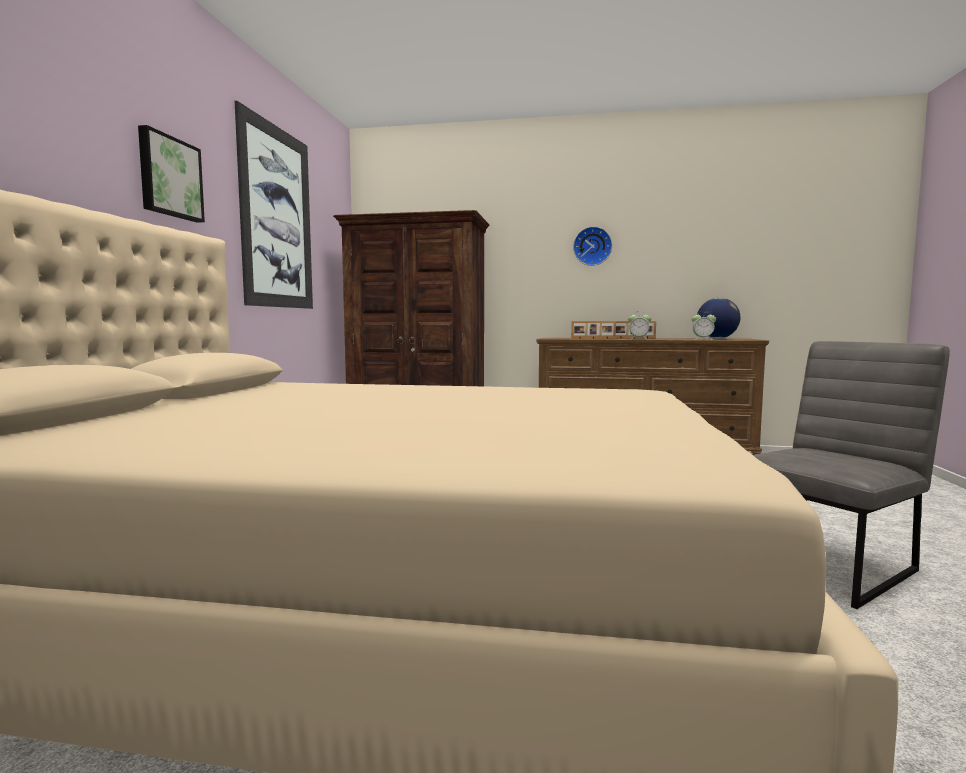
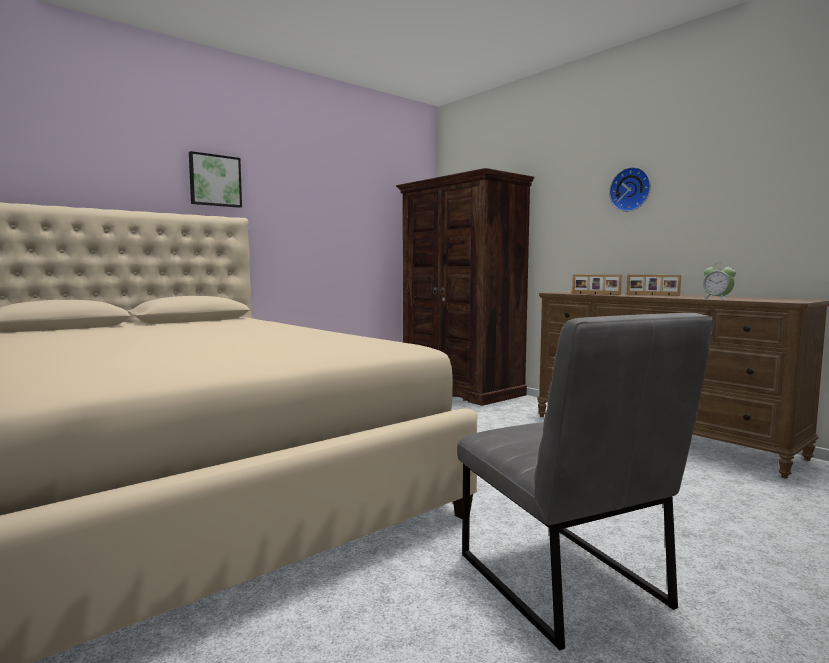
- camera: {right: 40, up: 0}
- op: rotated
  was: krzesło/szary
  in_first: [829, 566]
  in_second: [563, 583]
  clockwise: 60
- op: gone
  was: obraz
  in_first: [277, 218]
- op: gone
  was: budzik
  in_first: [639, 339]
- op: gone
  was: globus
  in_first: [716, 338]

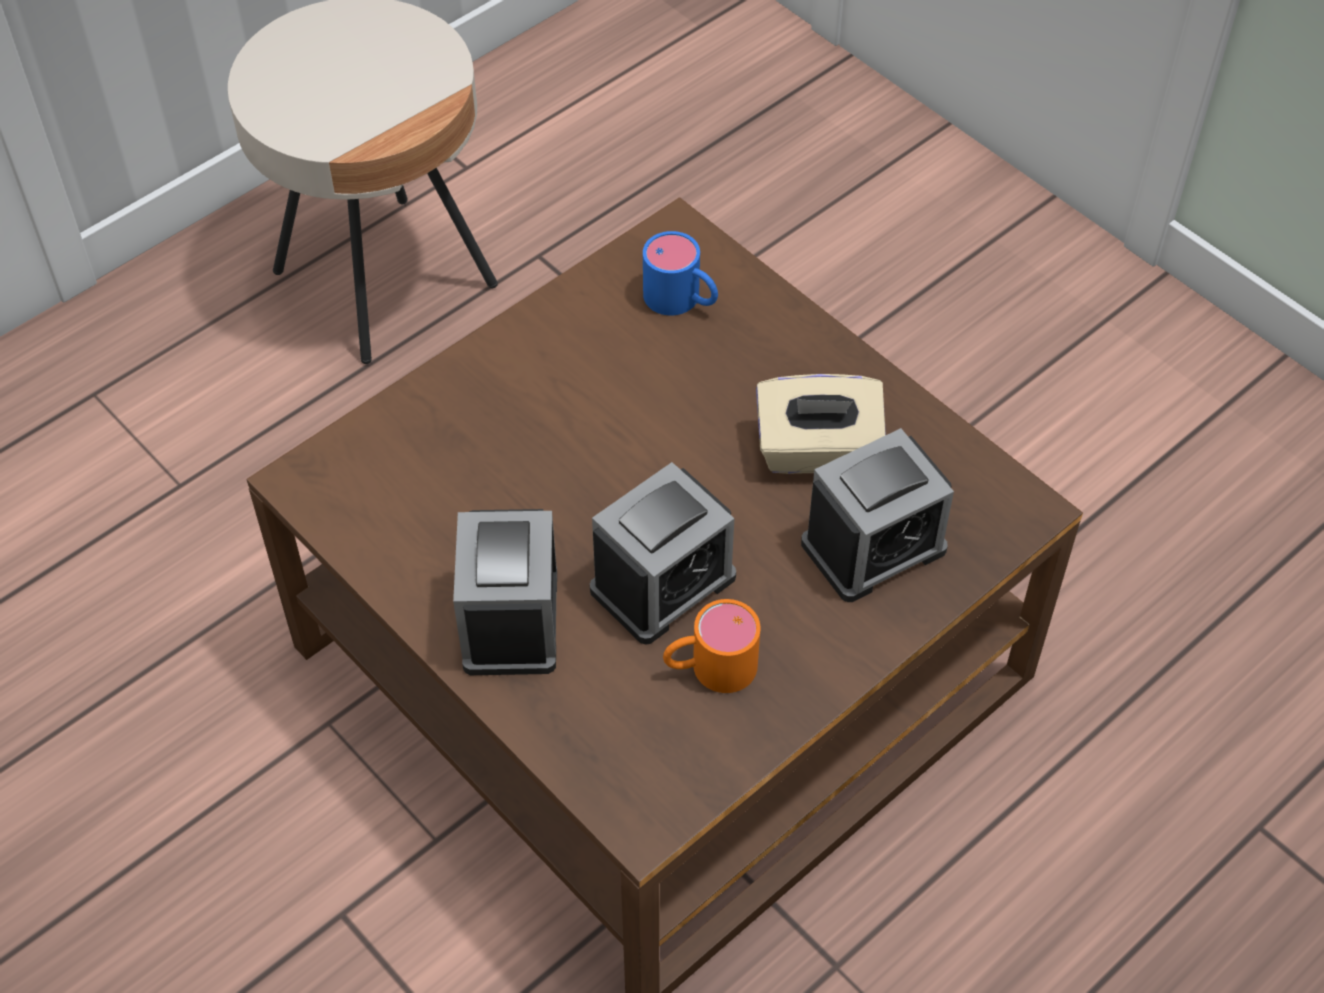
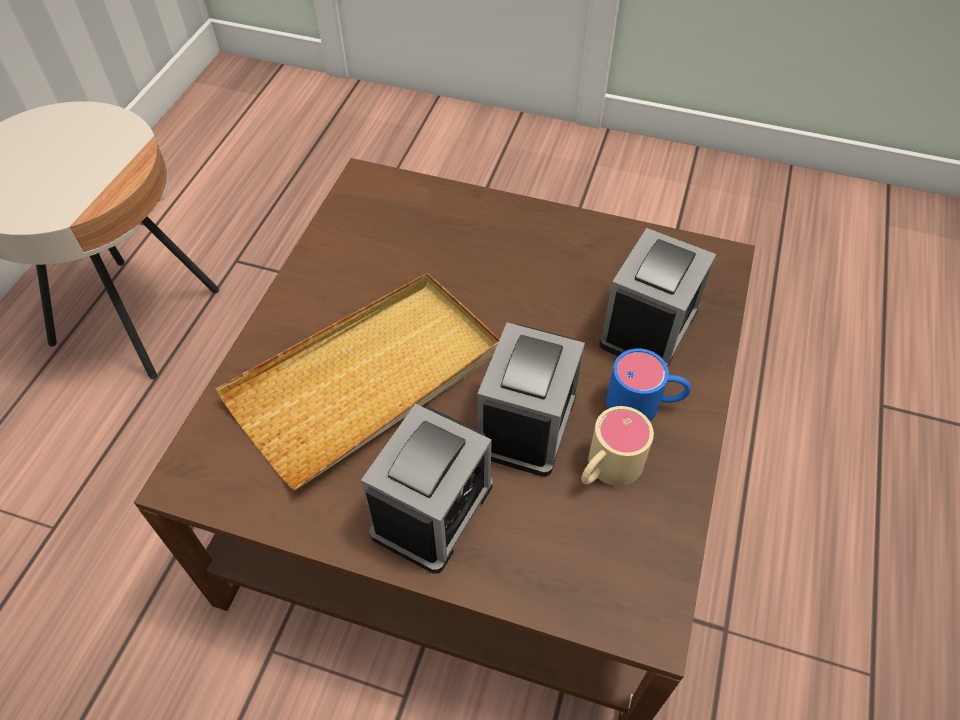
- camera: {right: -30, up: 0}
- op: new
  now: taca/beżowy
  in_second: [368, 380]
- op: rotated
  was: budzik
  in_first: [511, 620]
  in_second: [432, 509]
  clockwise: -120
- op: repainted
  was: kubek/pomarańczowy
  now: kubek/beżowy
  in_first: [709, 668]
  in_second: [606, 469]
- op: shifted
  was: kubek/niebieski
  in_first: [682, 300]
  in_second: [645, 404]
- op: gone
  was: pudełko chusteczek/beżowy
  in_first: [817, 451]

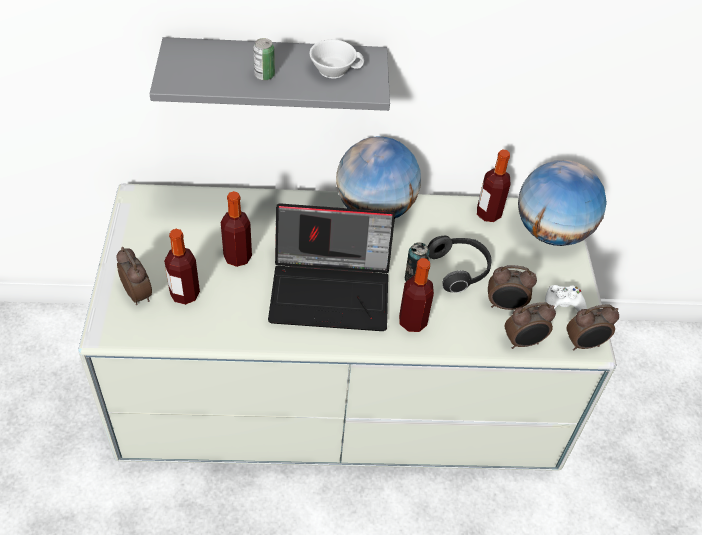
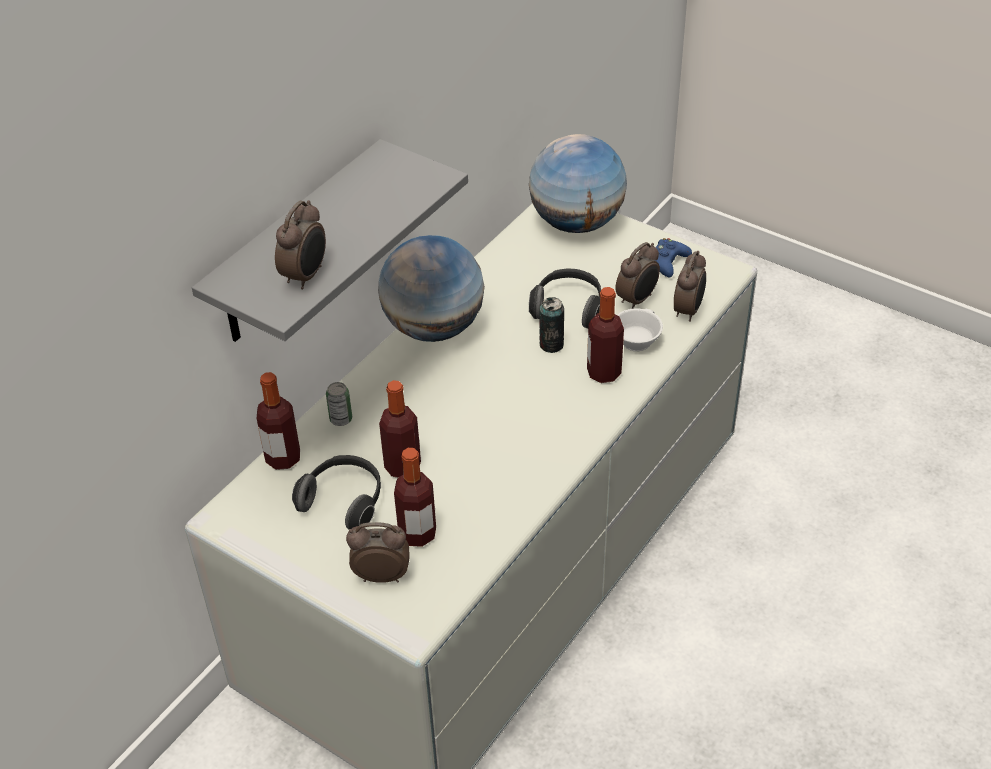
- camera: {right: -50, up: -5}
- op: shifted
  was: butelka
  in_first: [488, 214]
  in_second: [283, 458]
- op: shifted
  was: budzik
  in_first: [584, 344]
  in_second: [306, 276]
- op: new
  now: słuchawki
  in_second: [344, 501]
- op: shifted
  was: puszka
  in_first: [264, 75]
  in_second: [341, 419]
- op: shifted
  was: filiżanka/biały
  in_first: [333, 69]
  in_second: [635, 339]
- op: repainted
  was: pad do gier/biały
  now: pad do gier/niebieski
  in_first: [562, 304]
  in_second: [666, 262]
- op: gone
  was: laptop
  in_first: [332, 290]

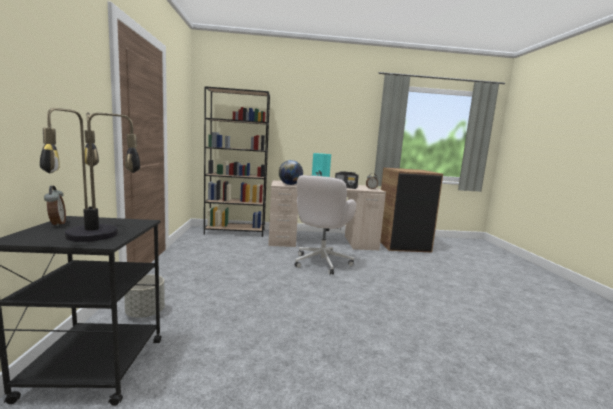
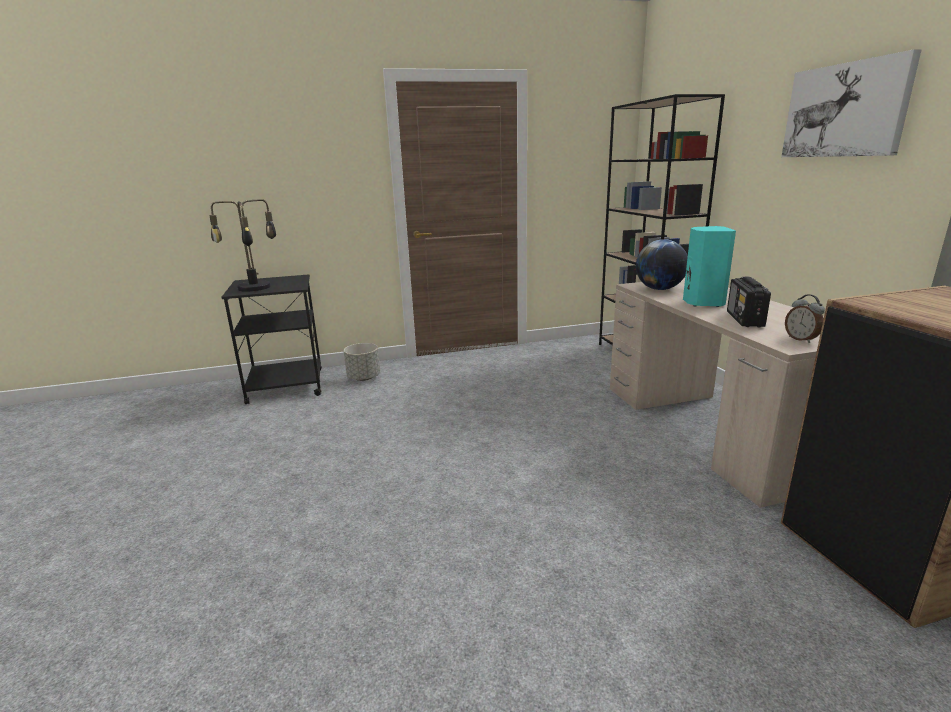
- camera: {right: 80, up: 10}
- op: new
  now: obraz
  in_second: [845, 110]
- op: gone
  was: budzik
  in_first: [56, 224]
- op: gone
  was: krzesło biurowe/biały
  in_first: [322, 263]

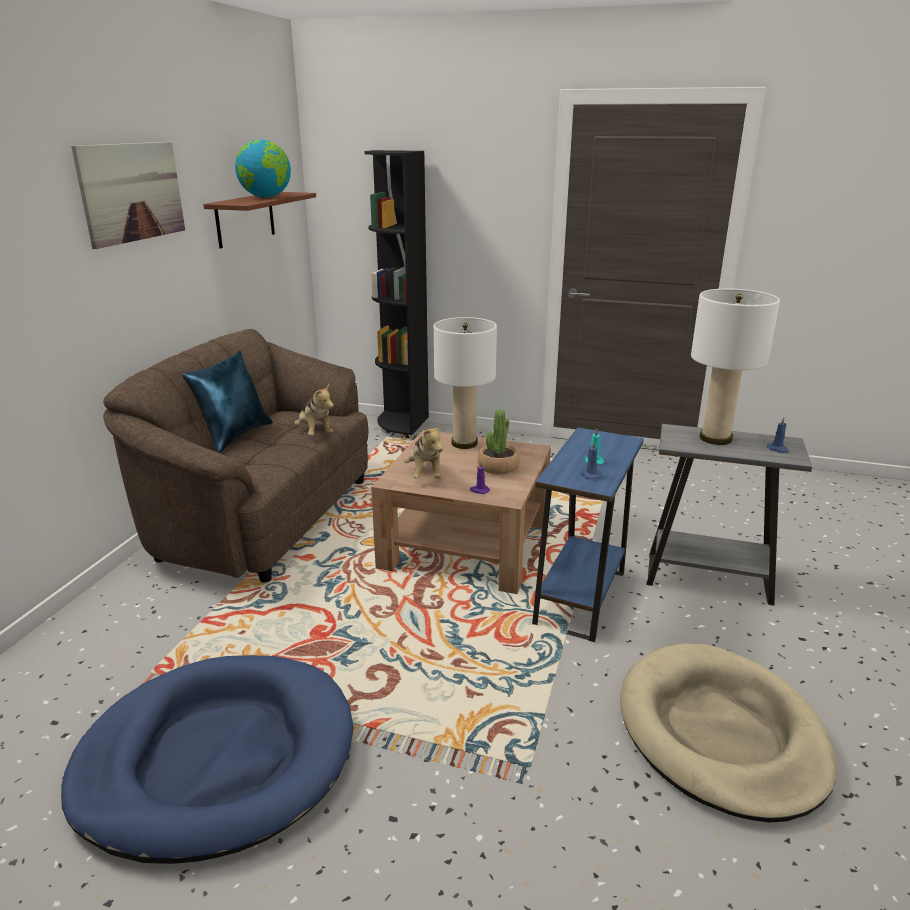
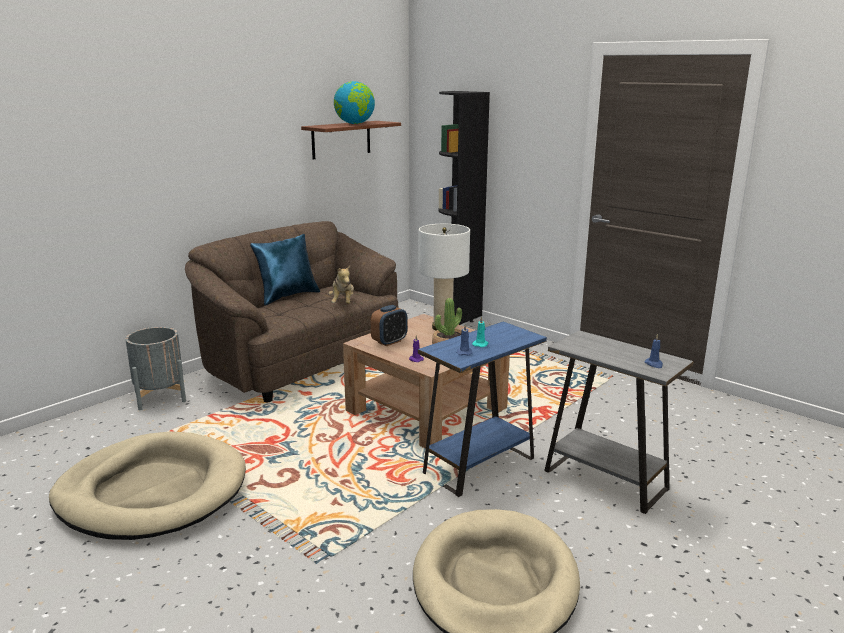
- camera: {right: 25, up: -5}
- op: repainted
  was: legowisko/niebieski
  now: legowisko/beżowy
  in_first: [217, 758]
  in_second: [152, 491]
- op: new
  now: donica/szary
  in_second: [160, 396]
- op: swapped
  was: pluszak
  now: budzik
  in_first: [425, 474]
  in_second: [389, 342]
- op: gone
  was: obraz
  in_first: [132, 192]
- op: gone
  was: lampa stołowa/biały
  in_first: [715, 438]

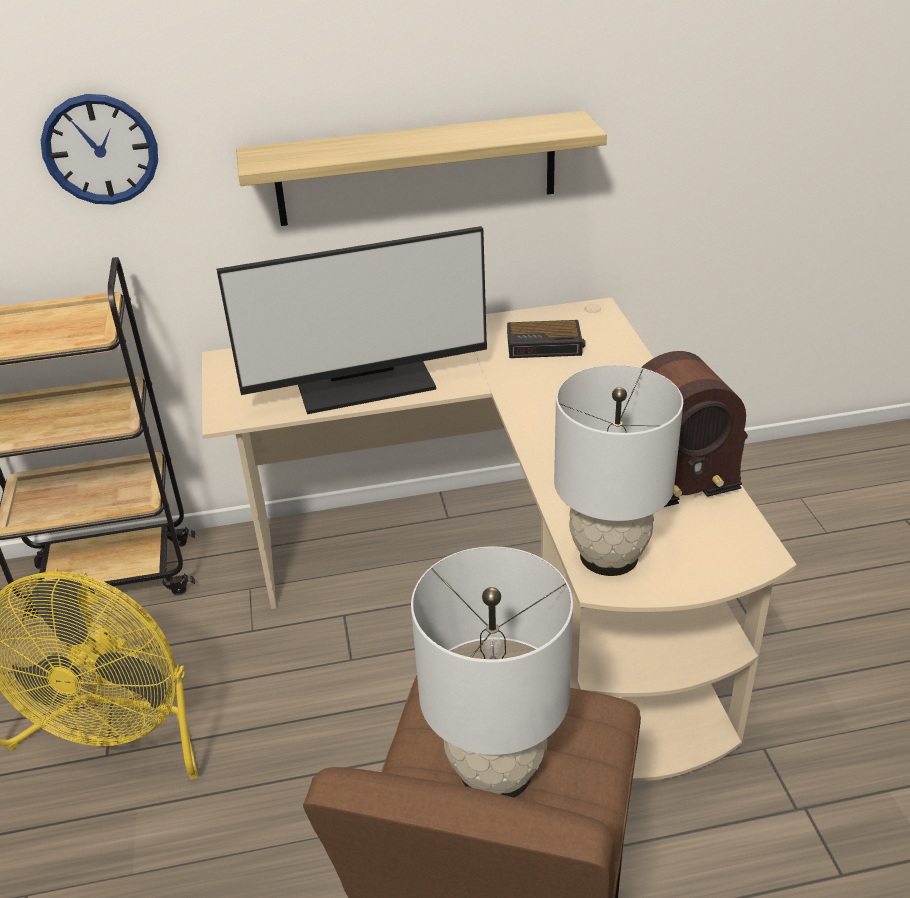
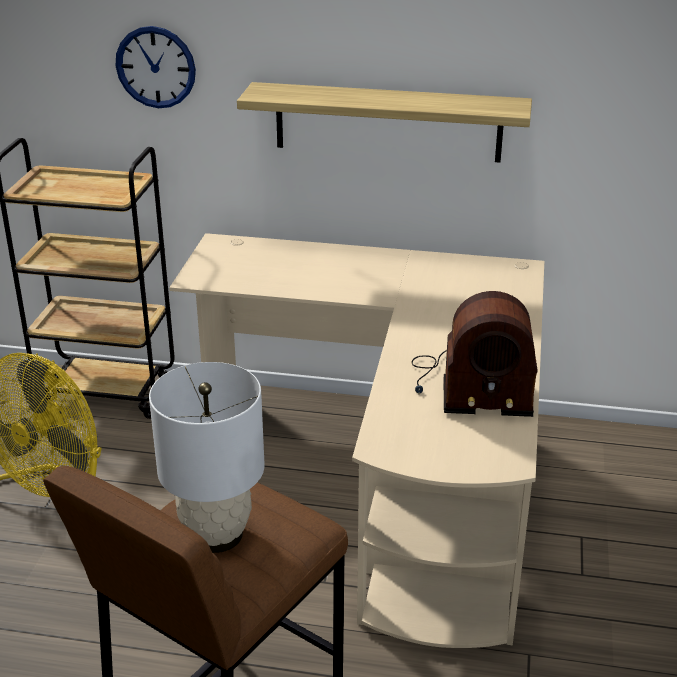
- camera: {right: 20, up: -5}
- op: gone
  was: monitor
  in_first: [365, 383]
- op: gone
  was: budzik
  in_first: [546, 345]
- op: gone
  was: lampa stołowa/biały
  in_first: [609, 556]

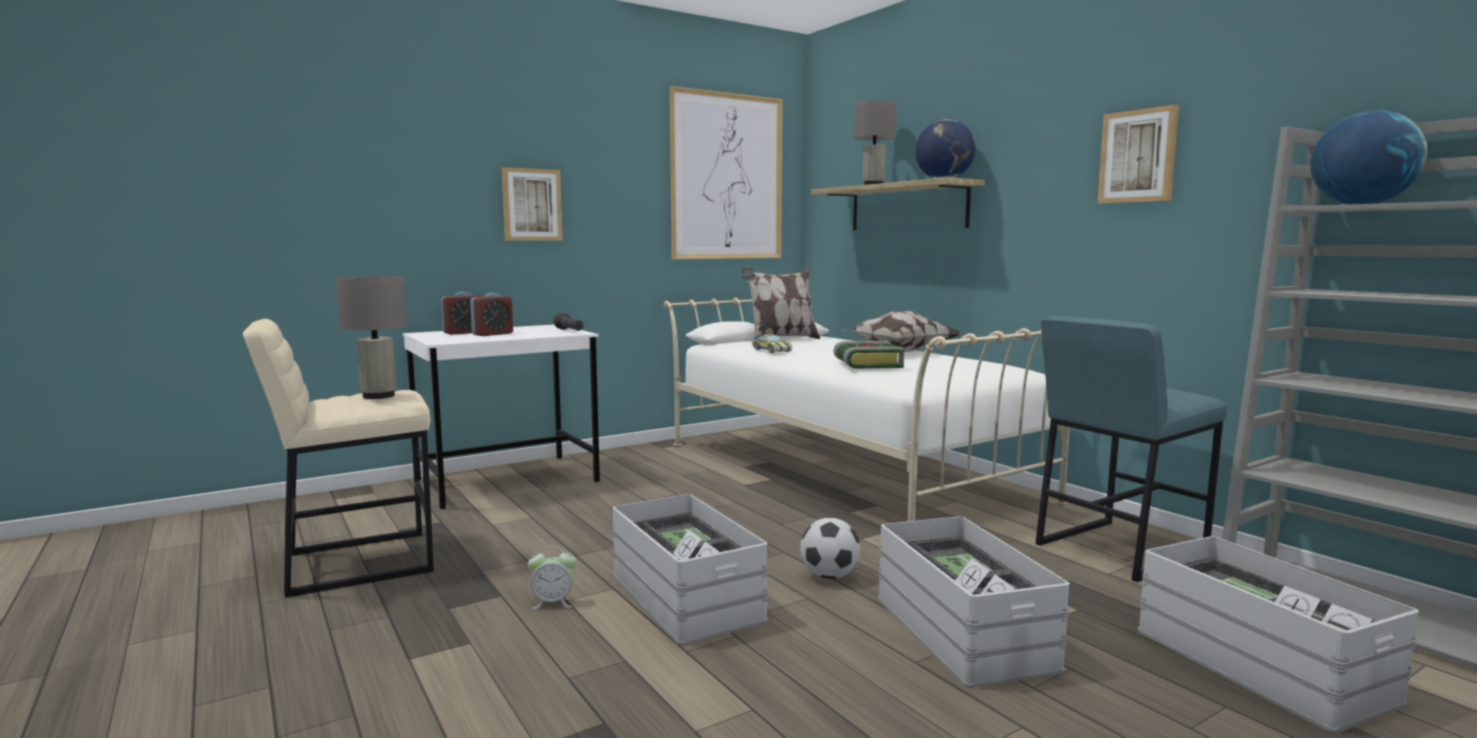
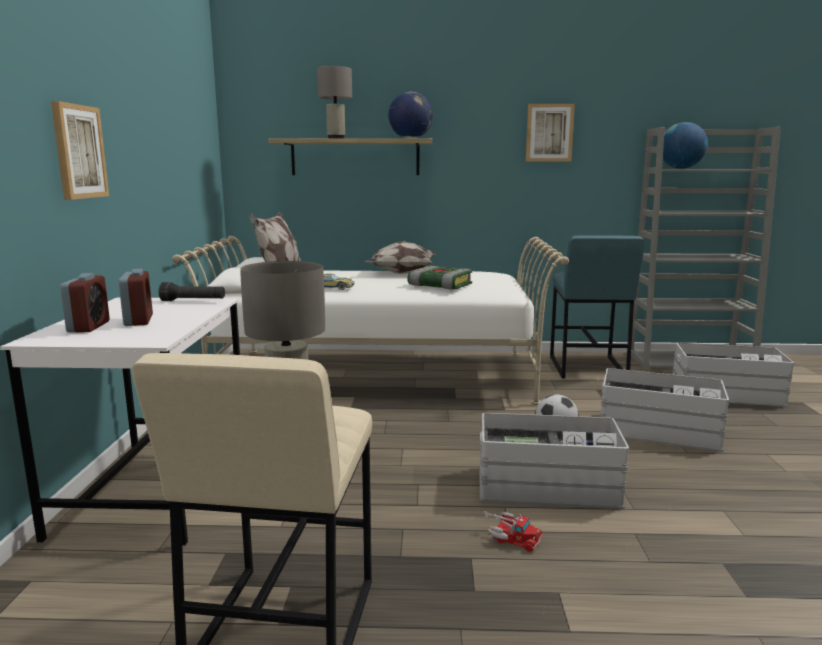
- camera: {right: -55, up: 5}
- op: swapped
  was: budzik
  now: ciężarówka zabawkowa
  in_first: [553, 603]
  in_second: [510, 537]
- op: gone
  was: obraz
  in_first: [727, 177]

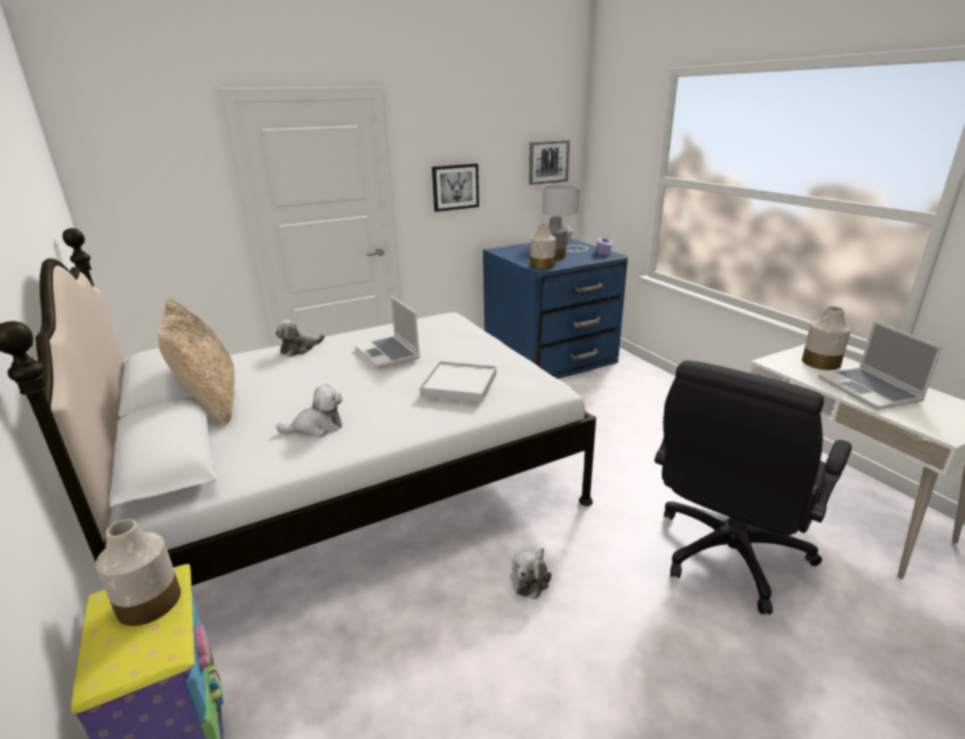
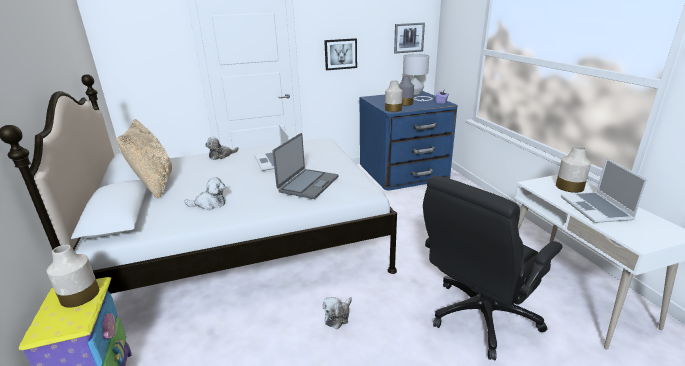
- camera: {right: 10, up: 0}
- op: swapped
  was: taca/biały
  now: laptop
  in_first: [459, 385]
  in_second: [308, 184]

